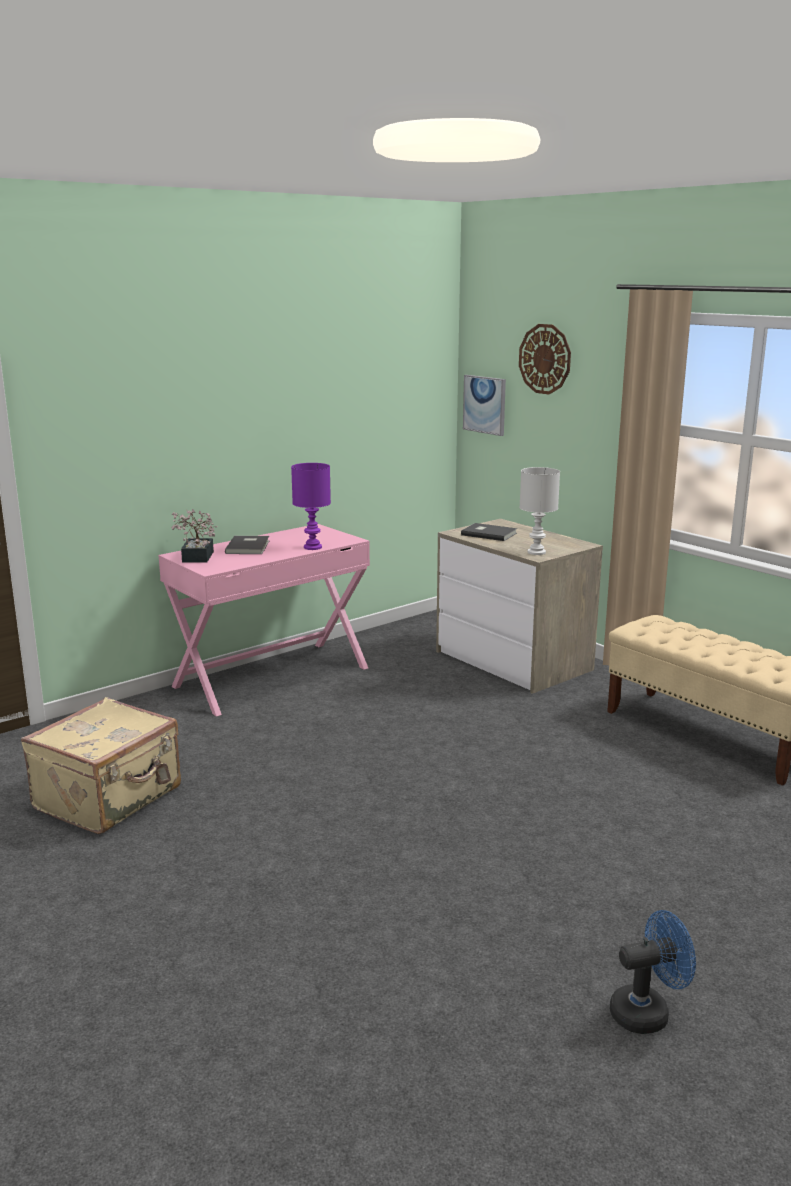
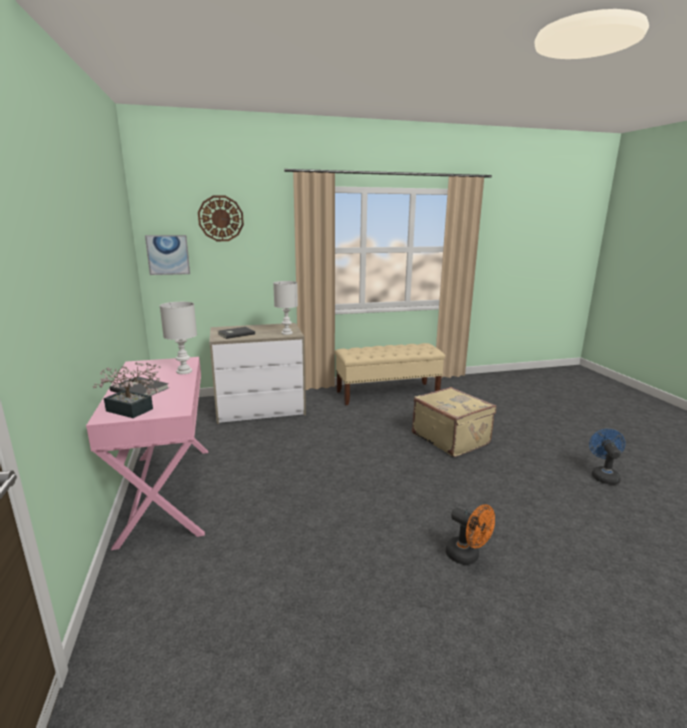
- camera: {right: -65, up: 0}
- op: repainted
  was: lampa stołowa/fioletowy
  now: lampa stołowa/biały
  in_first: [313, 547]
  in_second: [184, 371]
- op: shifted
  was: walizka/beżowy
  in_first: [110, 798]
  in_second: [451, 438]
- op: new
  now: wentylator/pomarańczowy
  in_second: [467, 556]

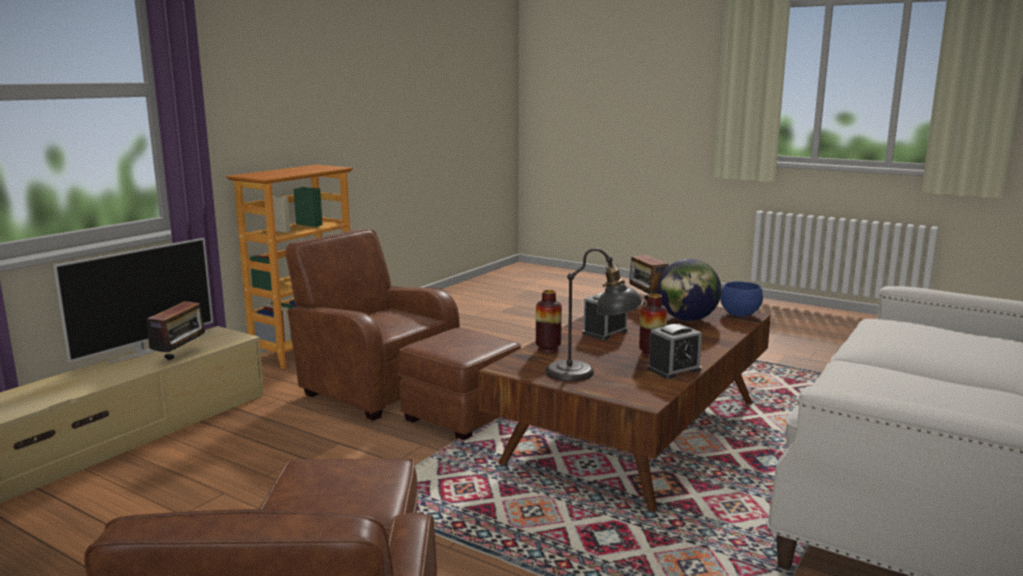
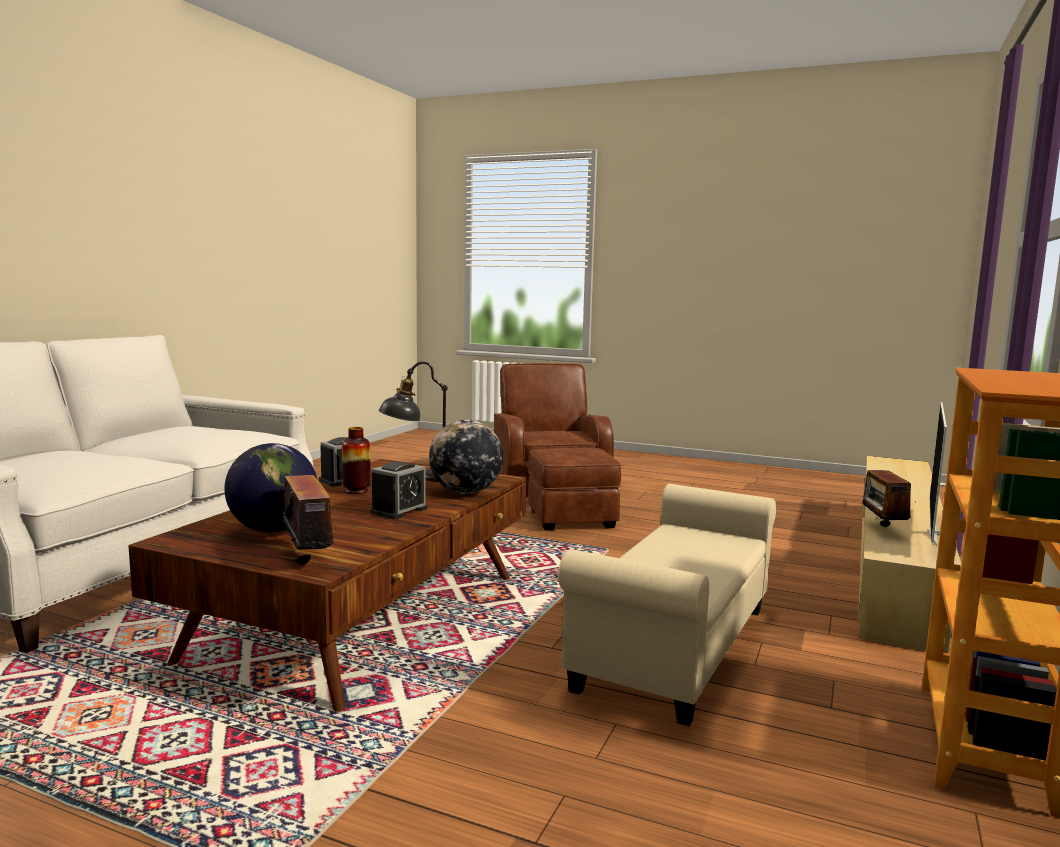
- camera: {right: 170, up: -5}
- op: swapped
  was: wazon
  now: globus
  in_first: [548, 349]
  in_second: [465, 492]
- op: swapped
  was: fotel/brązowy
  now: pufa/beżowy
  in_first: [402, 396]
  in_second: [675, 647]
- op: gone
  was: miska/niebieski
  in_first: [738, 314]

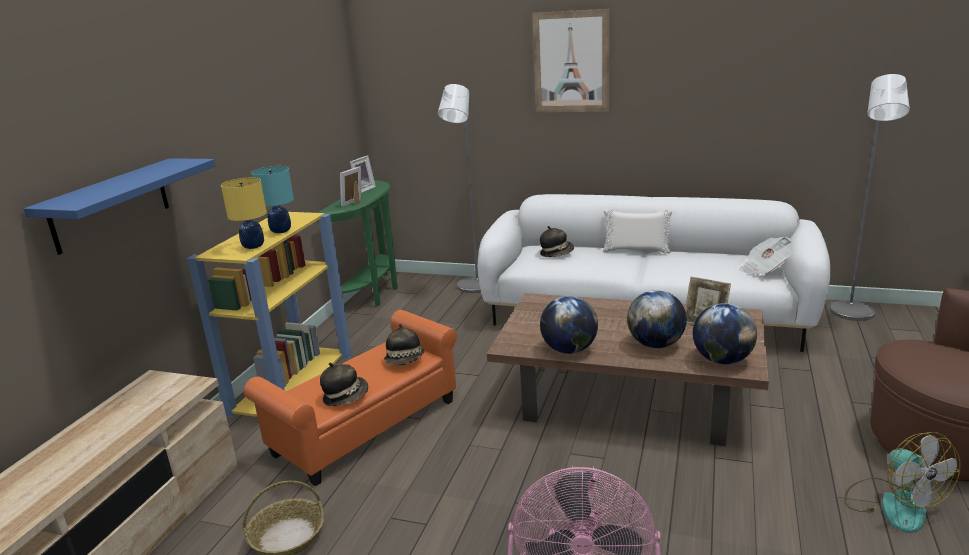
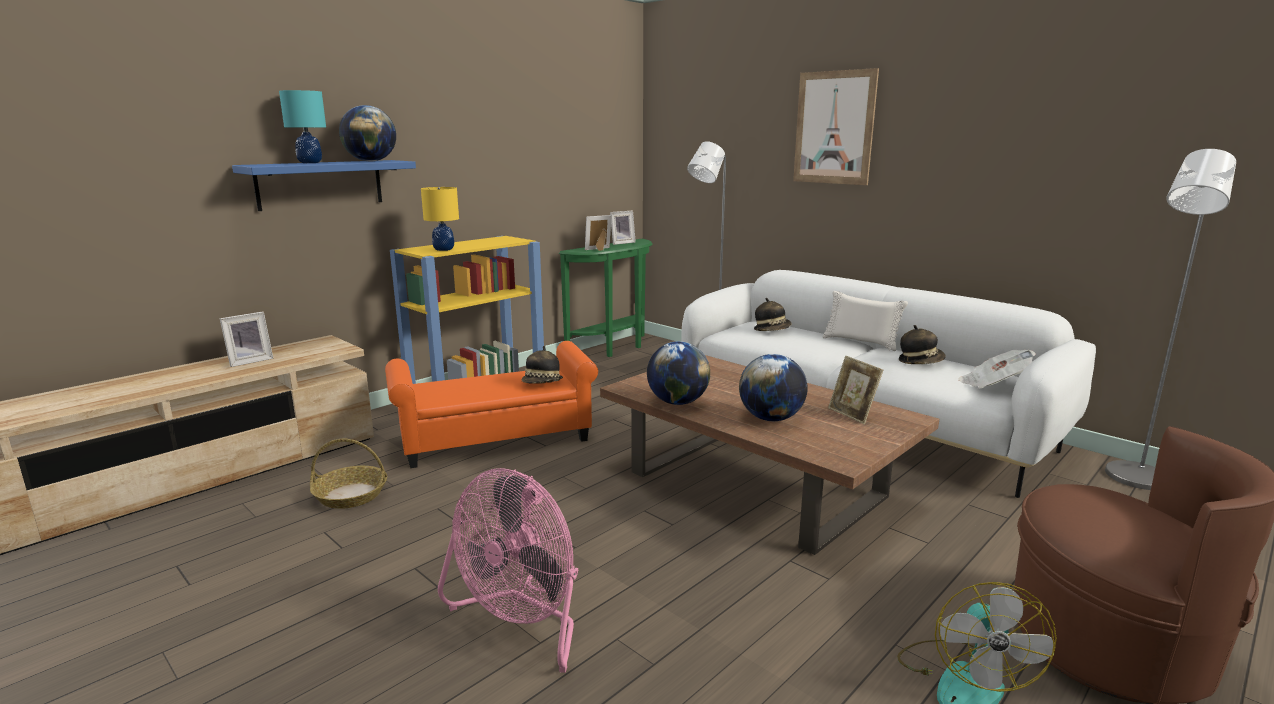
- camera: {right: 25, up: -5}
- op: new
  now: ramka na zdjęcie
  in_second: [249, 361]
- op: shifted
  was: lampa stołowa/turkusowy
  in_first: [281, 231]
  in_second: [311, 163]
- op: shifted
  was: globus
  in_first: [722, 360]
  in_second: [370, 161]
- op: shifted
  was: kapelusz
  in_first: [346, 397]
  in_second: [920, 362]

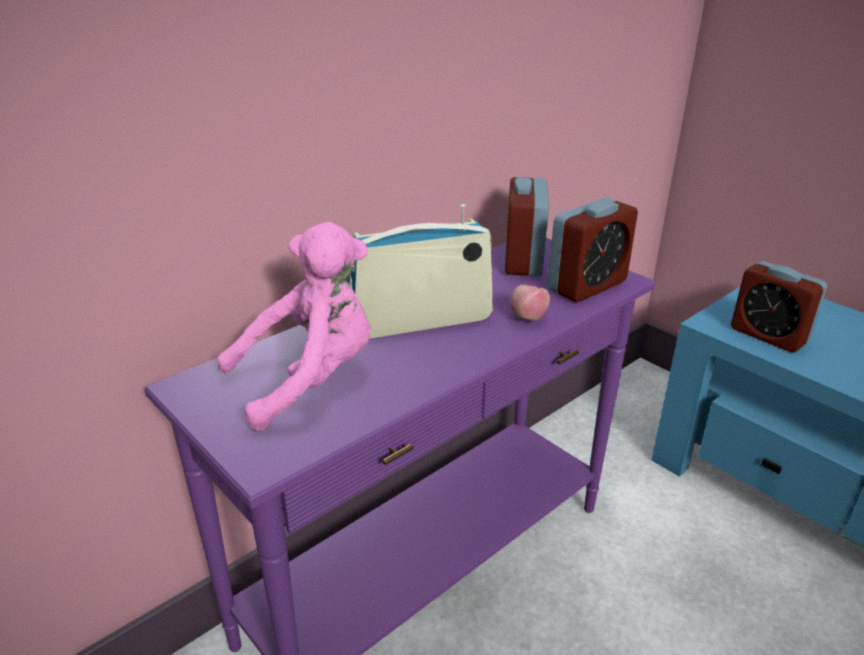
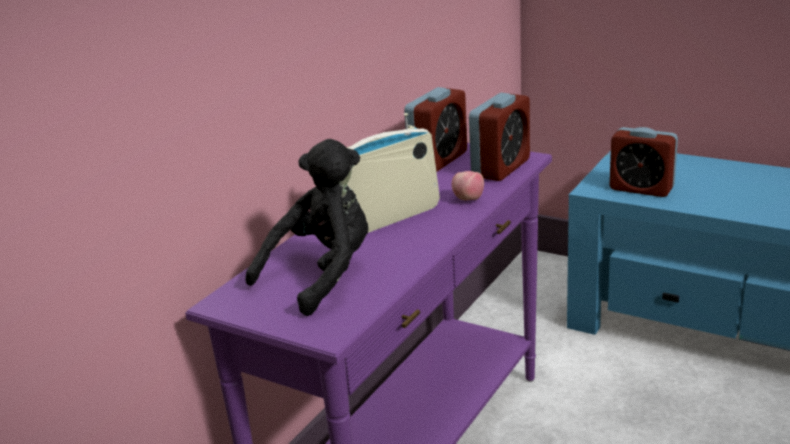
- camera: {right: -15, up: -5}
- op: repainted
  was: pluszak/różowy
  now: pluszak/czarny
  in_first: [310, 380]
  in_second: [323, 276]
- op: rotated
  was: budzik
  in_first: [523, 260]
  in_second: [438, 160]
  clockwise: -135

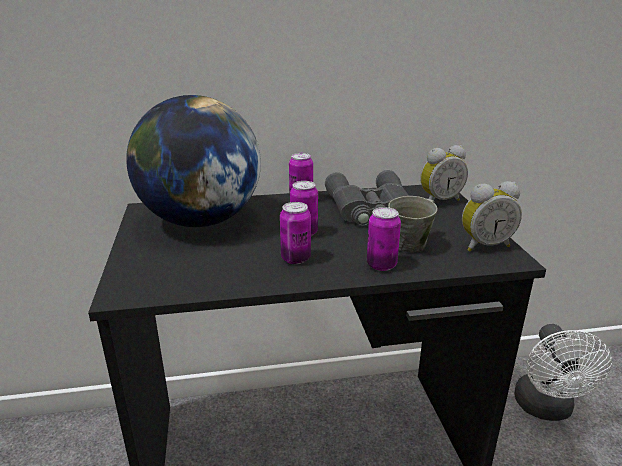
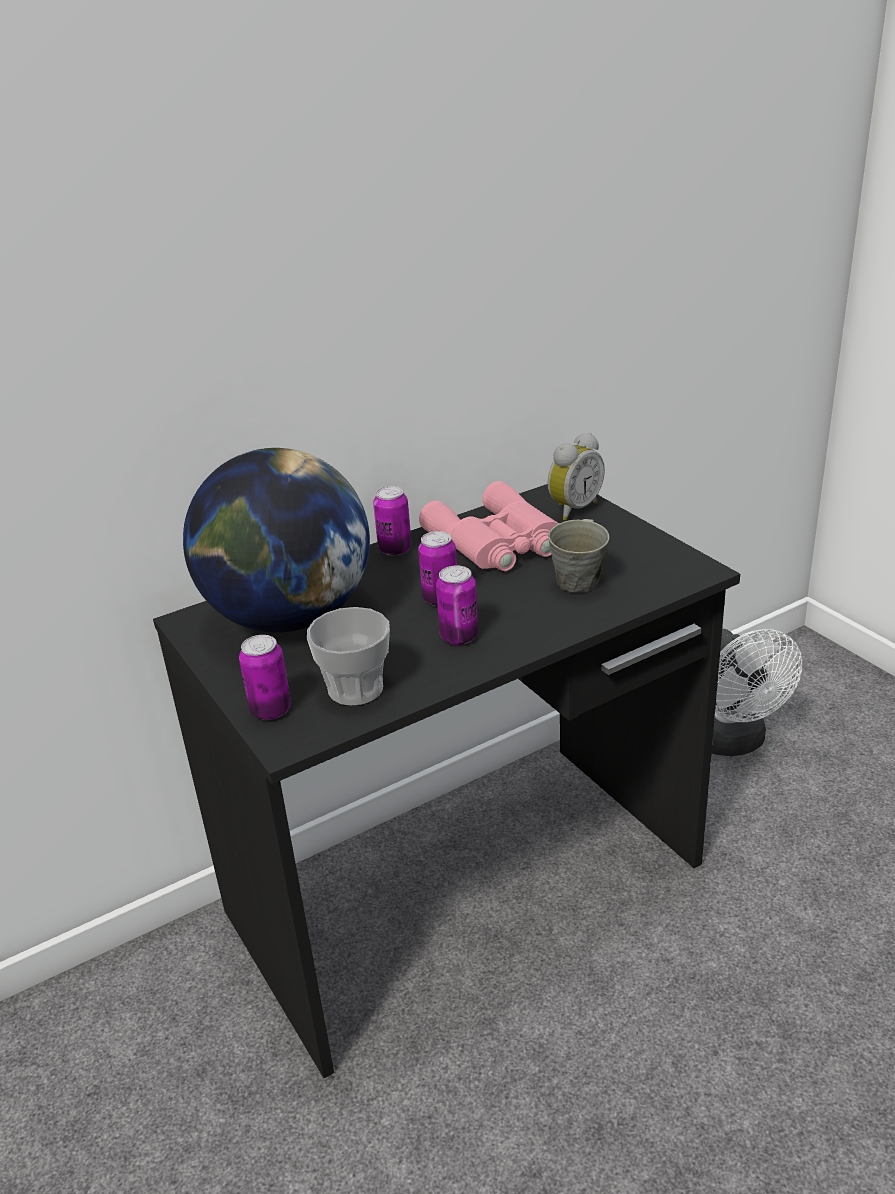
- camera: {right: -20, up: 5}
- op: shifted
  was: puszka
  in_first: [381, 265]
  in_second: [270, 710]
- op: new
  now: filiżanka
  in_second: [355, 689]
- op: repainted
  was: lornetka/szary
  now: lornetka/różowy
  in_first: [370, 209]
  in_second: [496, 543]
- op: gone
  was: budzik
  in_first: [484, 245]

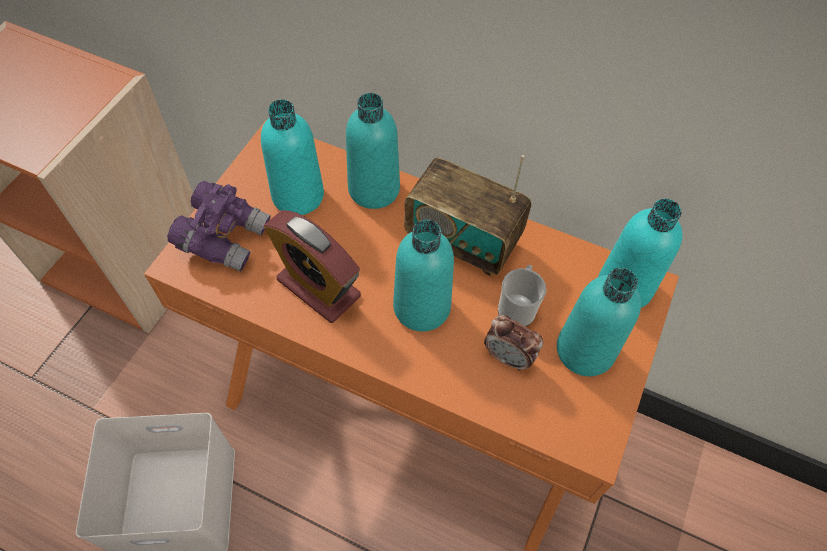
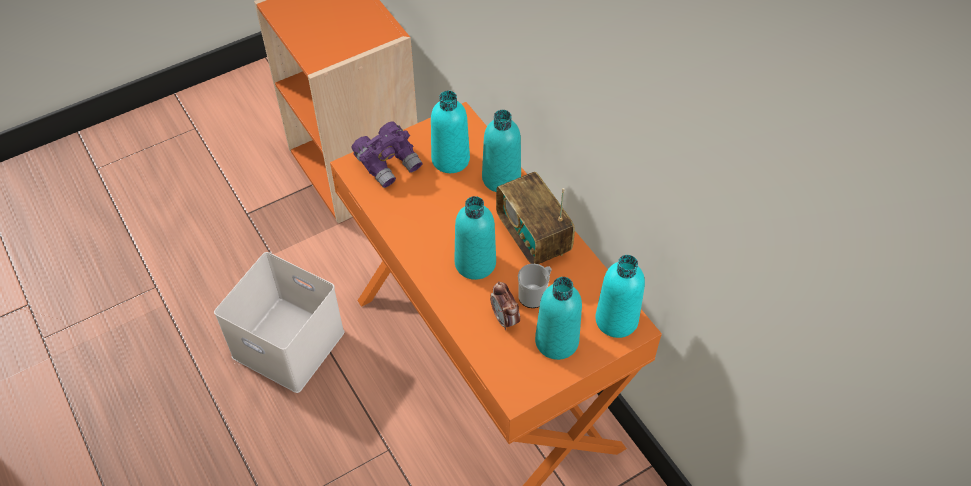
- camera: {right: 35, up: -5}
- op: gone
  was: budzik
  in_first: [318, 288]

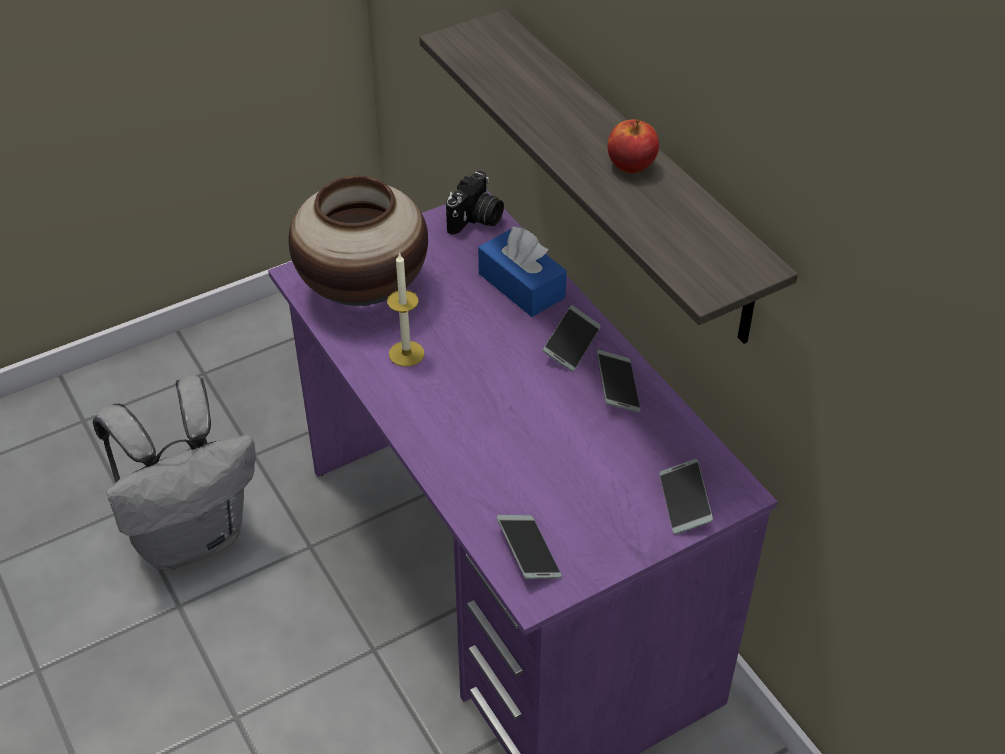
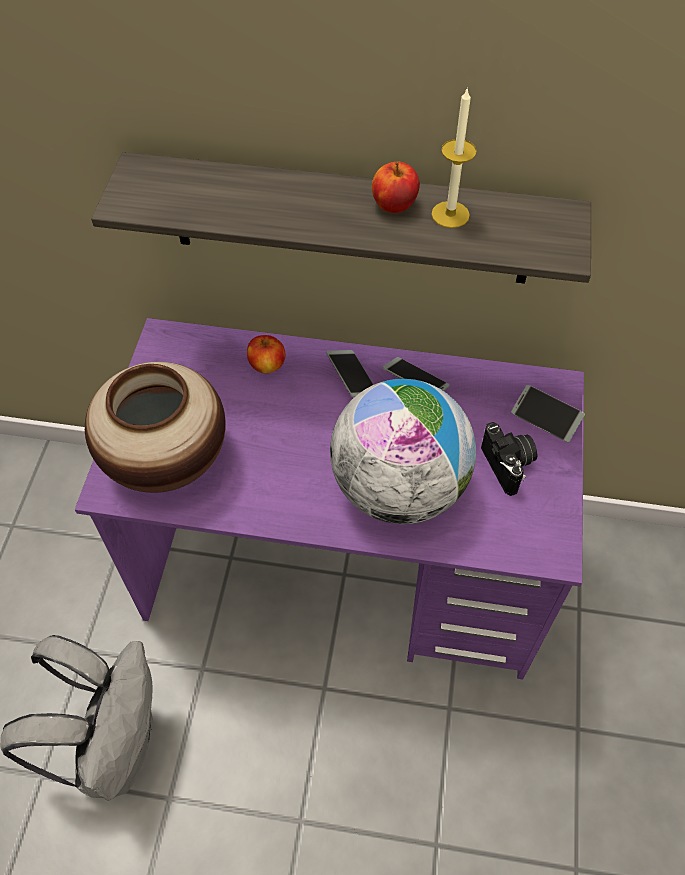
- camera: {right: -50, up: 10}
- op: swapped
  was: pudełko chusteczek/niebieski
  now: jabłko
  in_first: [521, 285]
  in_second: [267, 365]
- op: new
  now: globus
  in_second: [399, 488]
- op: shifted
  was: świeca
  in_first: [406, 353]
  in_second: [450, 214]
- op: shifted
  was: aparat fotograficzny
  in_first: [476, 220]
  in_second: [509, 465]
- op: gone
  was: telefon
  in_first: [528, 552]

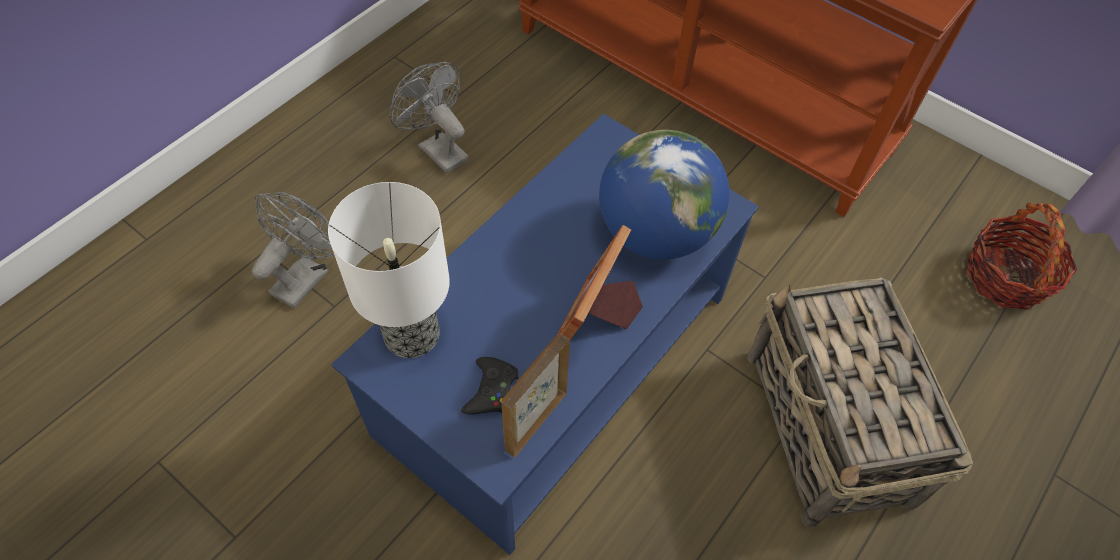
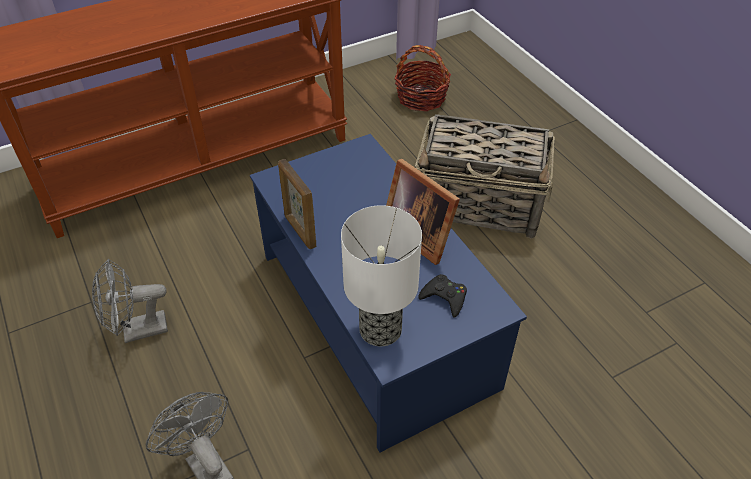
- camera: {right: -65, up: -10}
- op: shifted
  was: ramka na zdjęcie
  in_first: [535, 421]
  in_second: [300, 231]
- op: gone
  was: globus
  in_first: [655, 233]

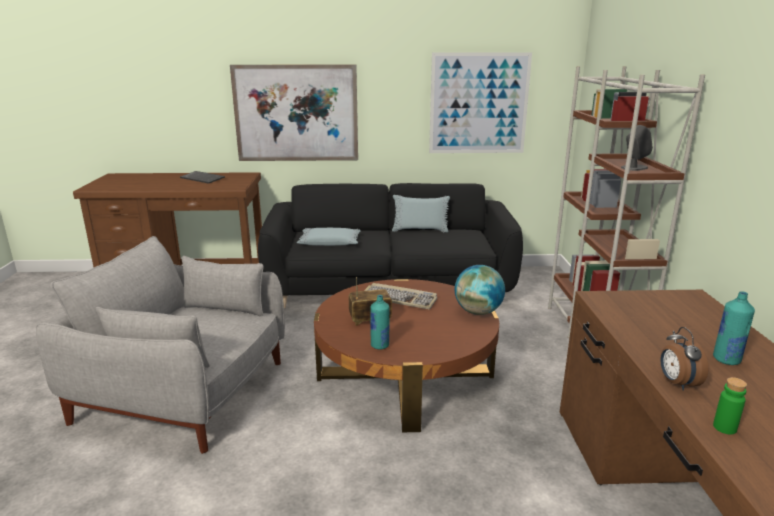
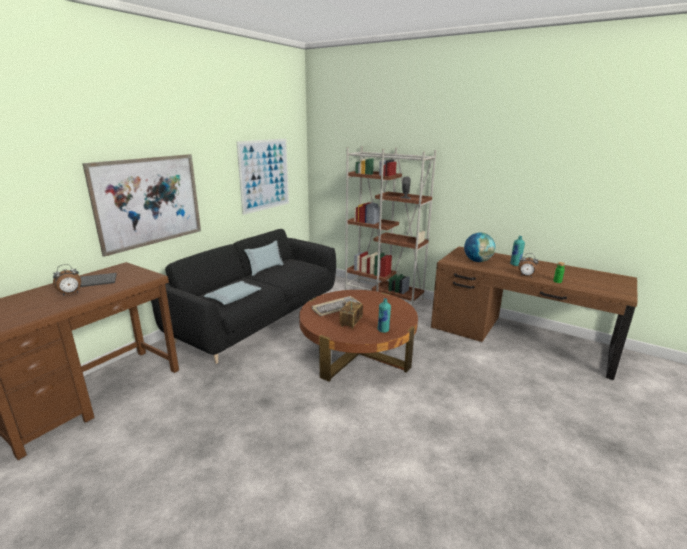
- camera: {right: -55, up: 0}
- op: new
  now: budzik
  in_second: [70, 293]
- op: shifted
  was: globus
  in_first: [478, 312]
  in_second: [477, 261]
- op: gone
  was: fotel/szary
  in_first: [183, 391]

